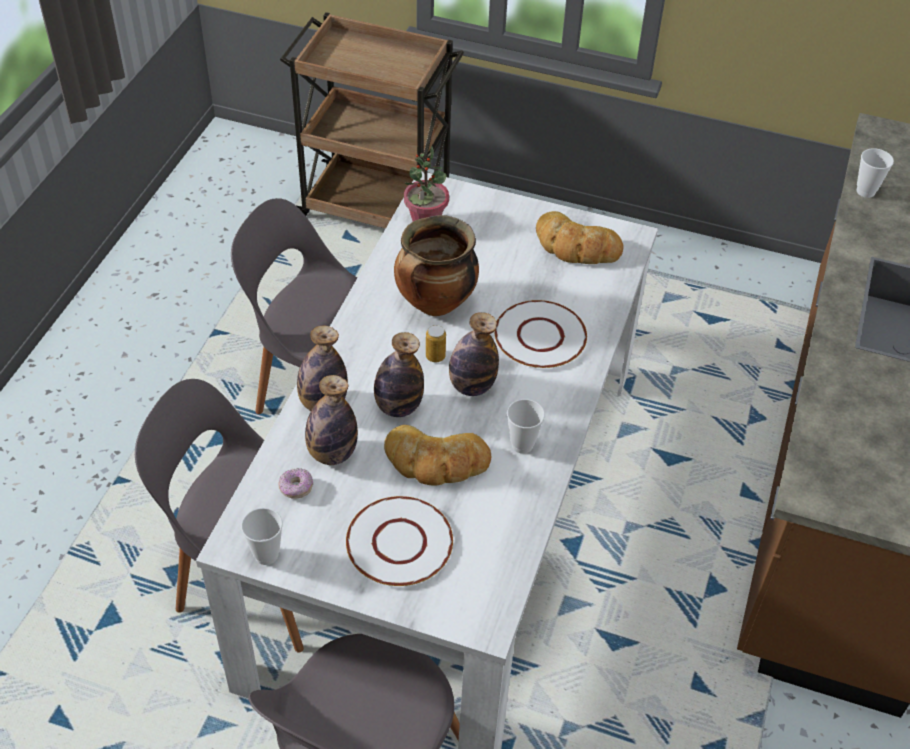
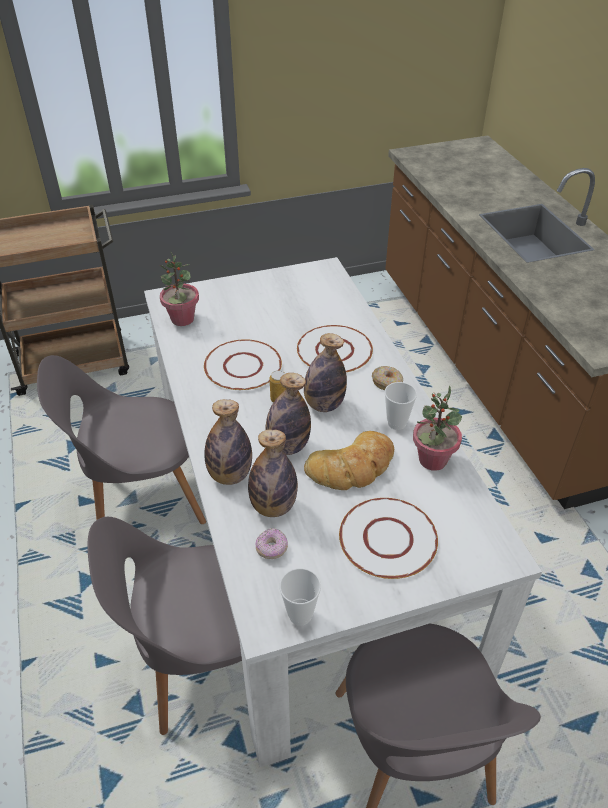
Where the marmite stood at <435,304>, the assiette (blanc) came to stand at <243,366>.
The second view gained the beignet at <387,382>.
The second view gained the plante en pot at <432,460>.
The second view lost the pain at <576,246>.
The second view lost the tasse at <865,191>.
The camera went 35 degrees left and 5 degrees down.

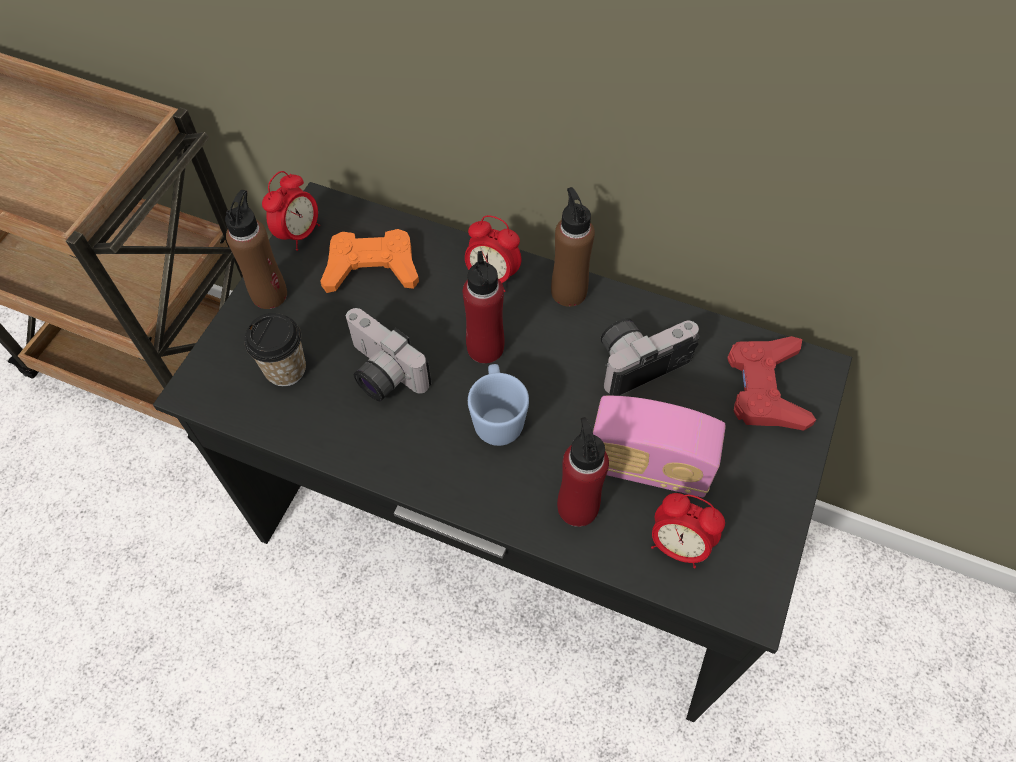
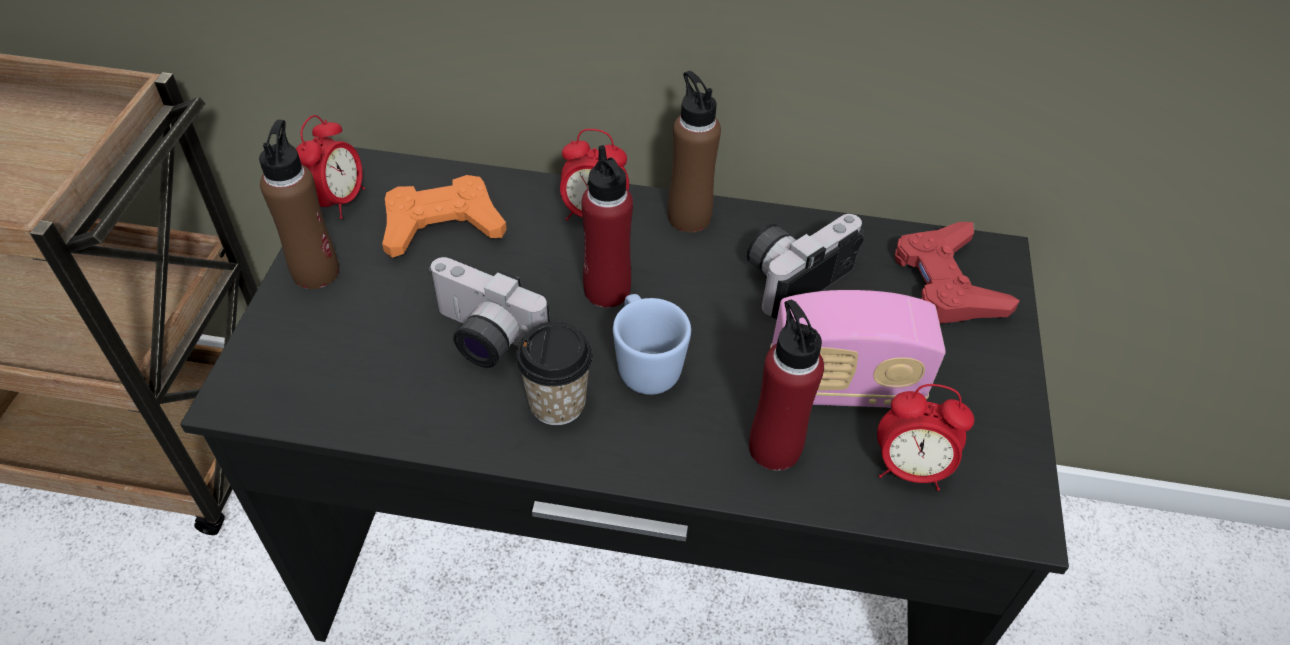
The tasse ended up elsewhere, having gone from <285,369> to <557,403>.
The camera went 15 degrees left and 10 degrees down.

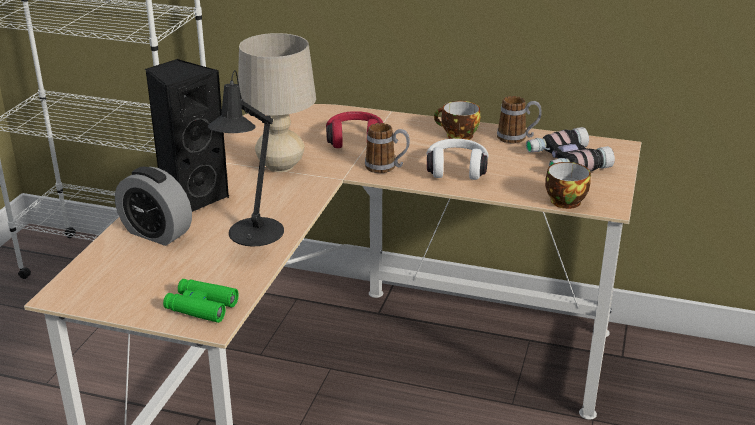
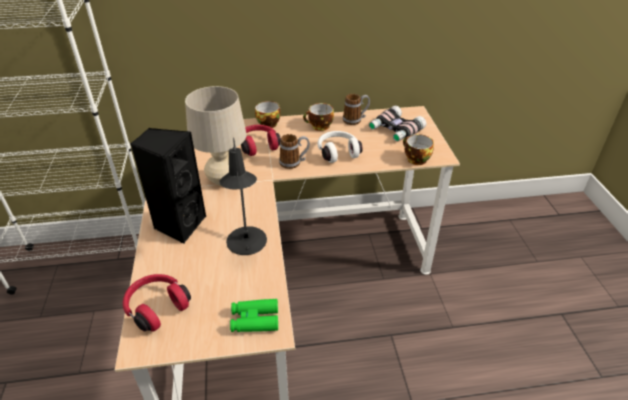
The second view gained the casque audio (rouge) at <156,307>.
The second view gained the tasse at <268,123>.
The second view lost the réveil at <156,233>.
The camera went 25 degrees left and 10 degrees up.

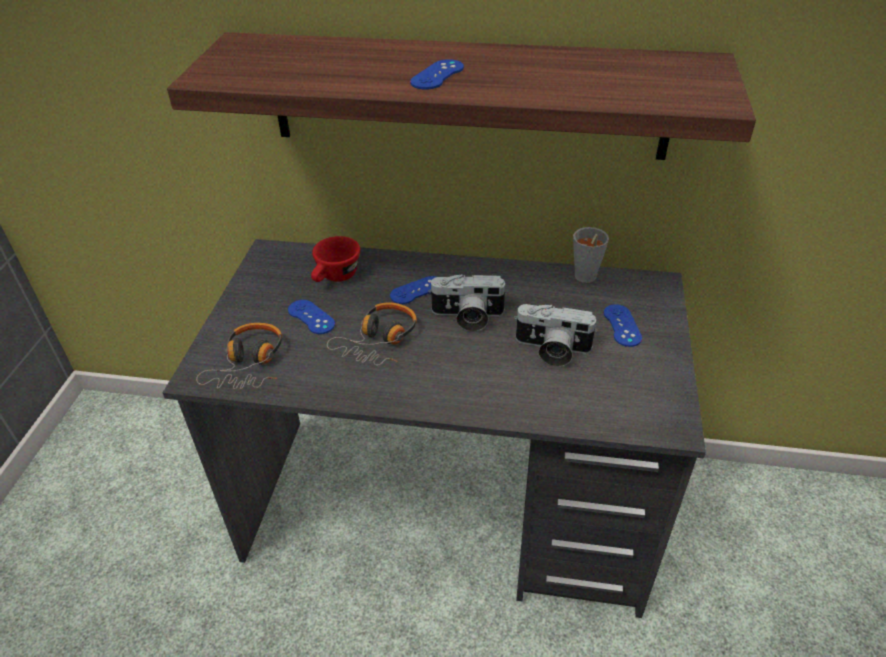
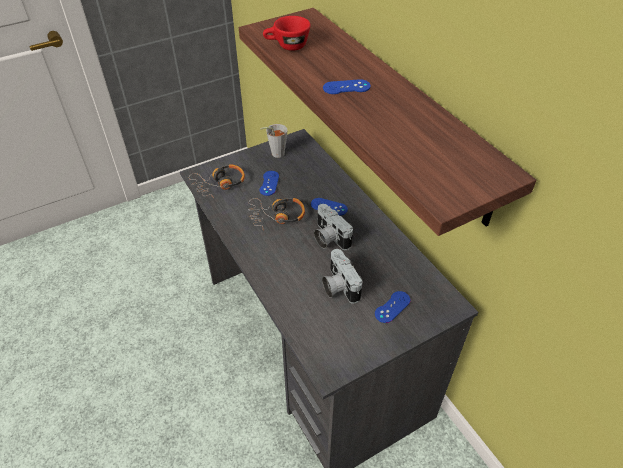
The tasse (gris) ended up elsewhere, having gone from <584,279> to <275,154>.
The tasse (rouge) ended up elsewhere, having gone from <335,277> to <287,46>.
The camera went 50 degrees right and 5 degrees up.

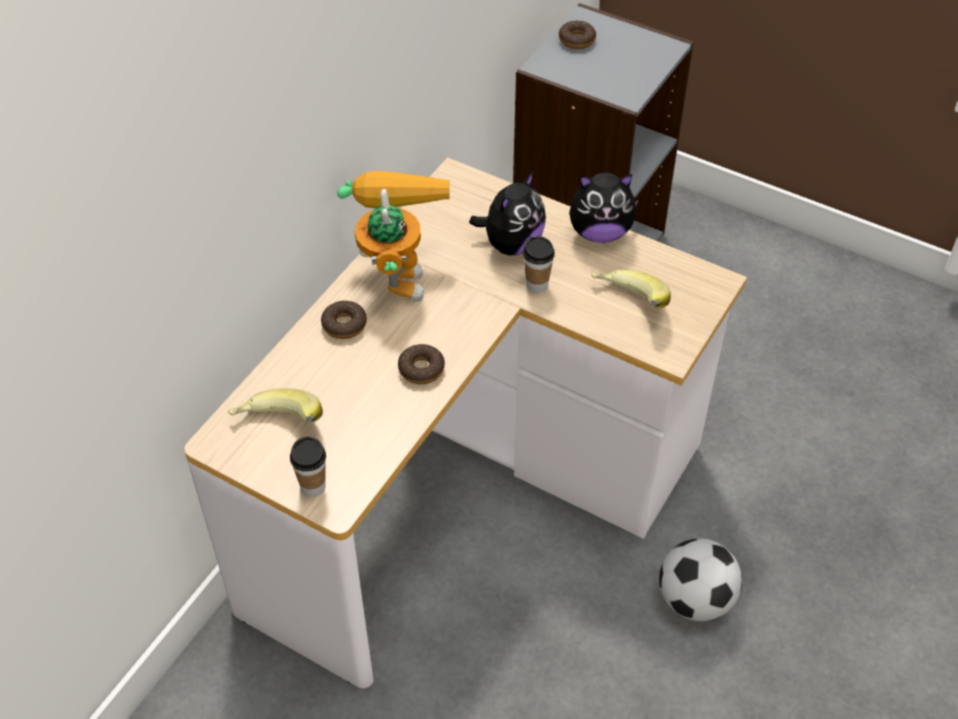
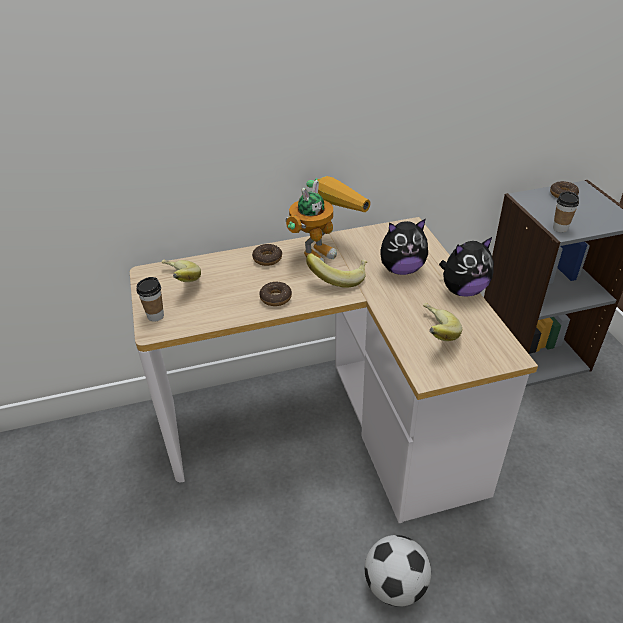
The second view gained the banane at <338,278>.
The peluche at <600,232> ended up facing another way, 60 degrees counterclockwise from before.
The tasse ended up elsewhere, having gone from <537,285> to <560,228>.
The camera went 45 degrees right and 10 degrees down.

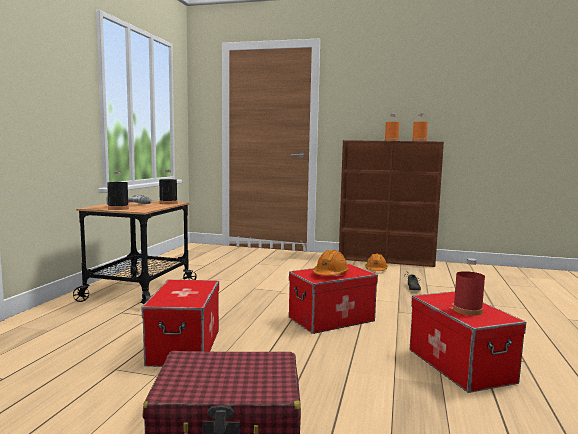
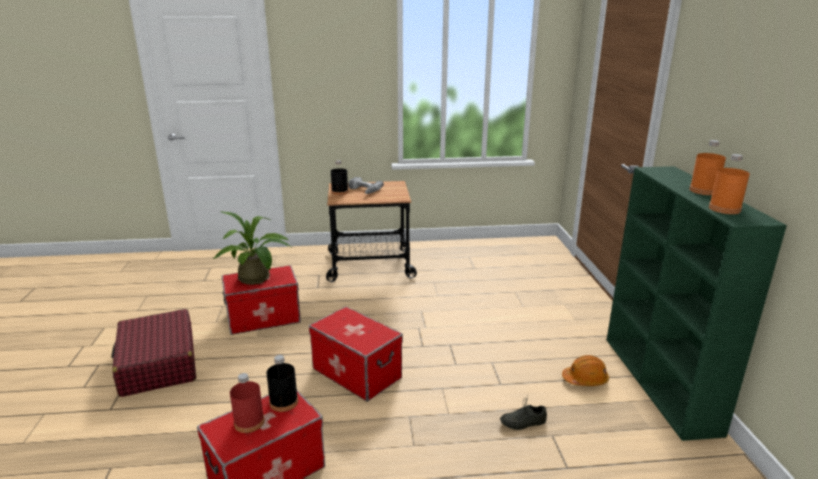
The second view gained the plante en pot at <257,279>.
The bouteille (noir) ended up elsewhere, having gone from <168,203> to <284,402>.
What was the bibliothèque (marron) at <387,260> turned into the bibliothèque (vert) at <660,383>.
The second view lost the casque de chantier (orange) at <330,274>.
The camera went 70 degrees right and 15 degrees up.

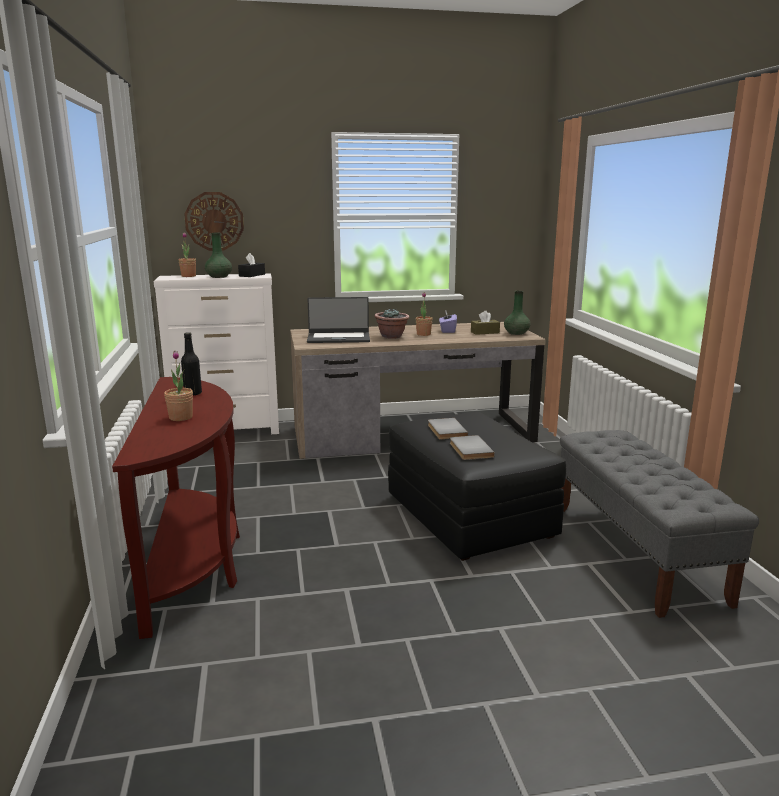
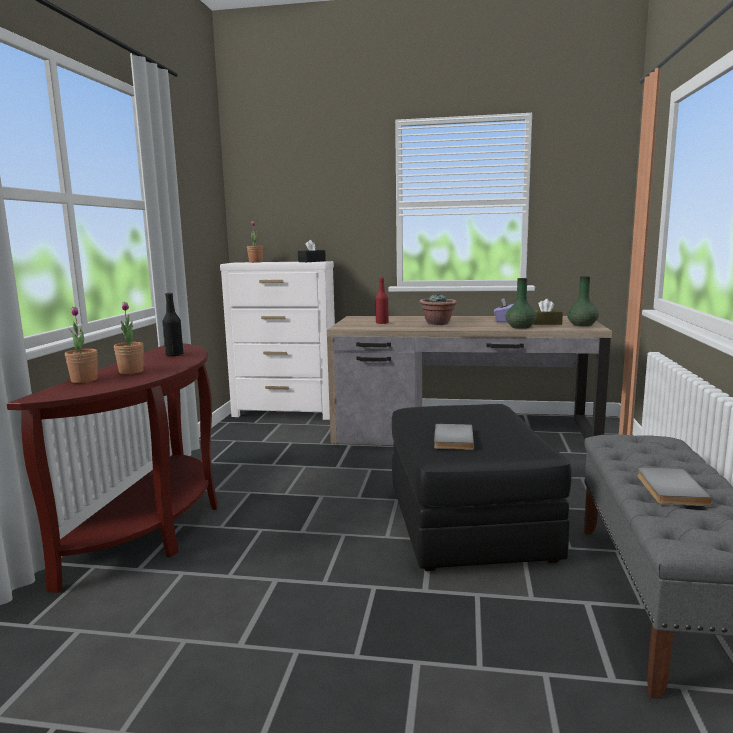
The plante en pot ended up elsewhere, having gone from <423,334> to <84,380>.
Where the ordinateur portable stood at <338,338>, the bouteille (rouge) came to stand at <382,323>.
The vase (vert) ended up elsewhere, having gone from <219,277> to <520,327>.
The livre (gris) ended up elsewhere, having gone from <445,430> to <668,489>.
The second view lost the horloge murale at <214,221>.
The camera went 20 degrees right and 5 degrees down.

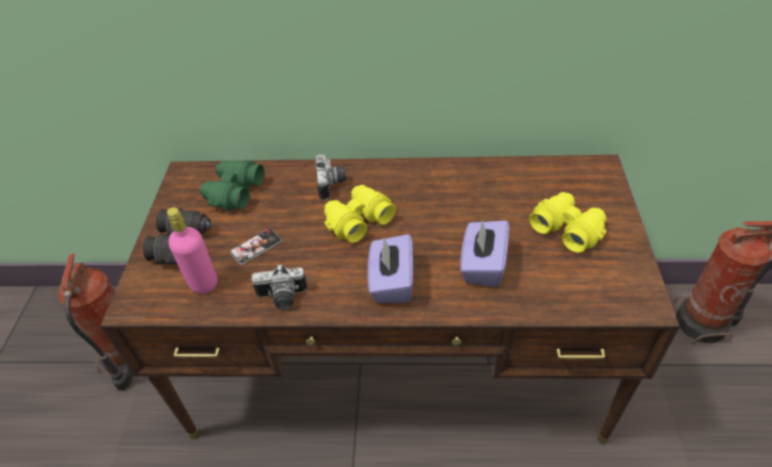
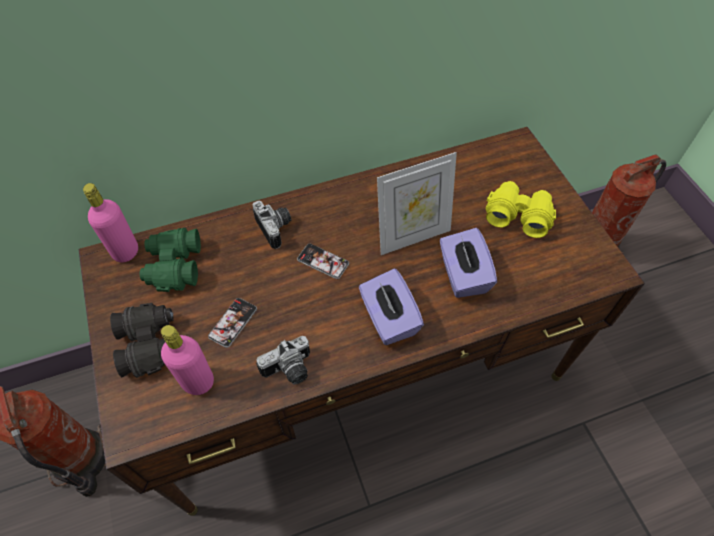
The second view gained the bouteille (rose) at <125,251>.
Where the jumelles (jaune) stood at <358,220>, the téléphone came to stand at <323,261>.
The second view gained the cadre photo at <412,236>.
The camera went 25 degrees left and 10 degrees up.

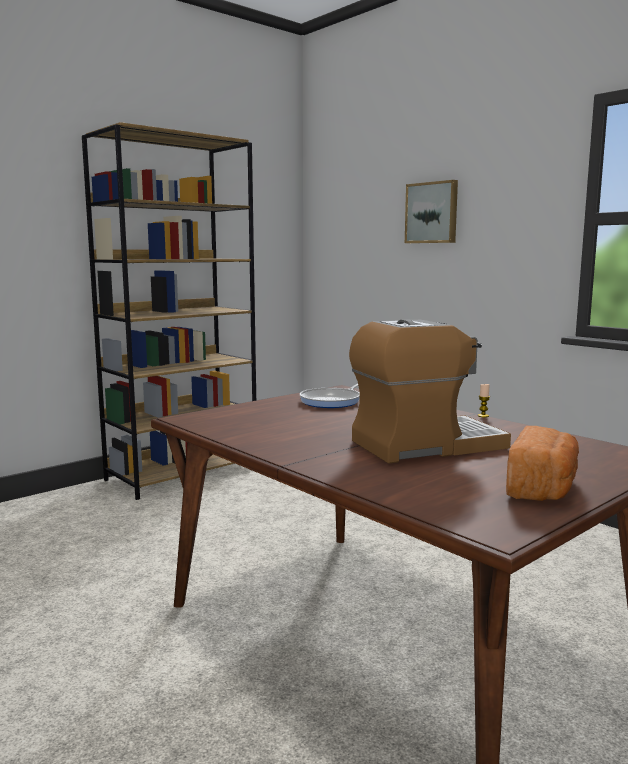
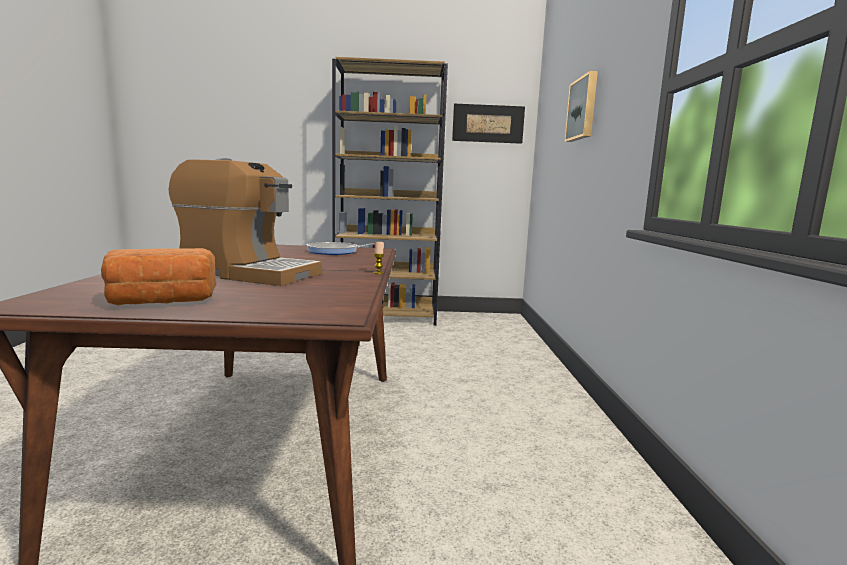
The second view gained the tableau at <488,123>.
The camera went 40 degrees right and 0 degrees up.

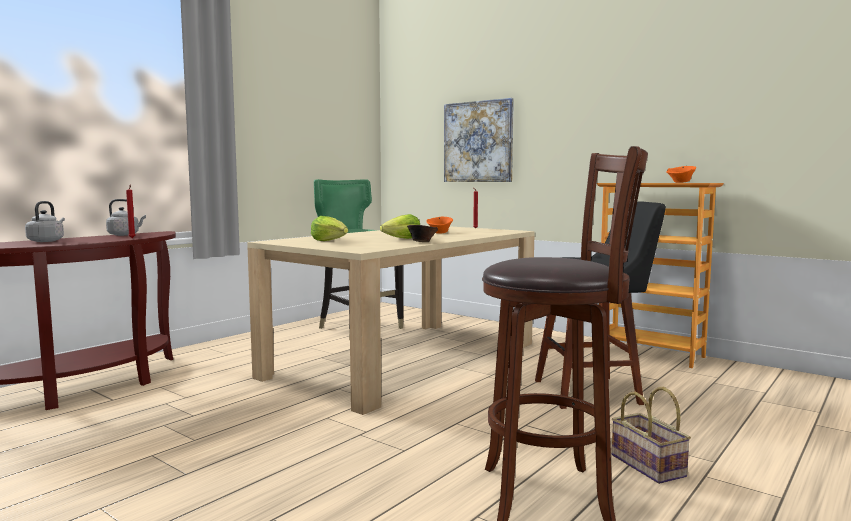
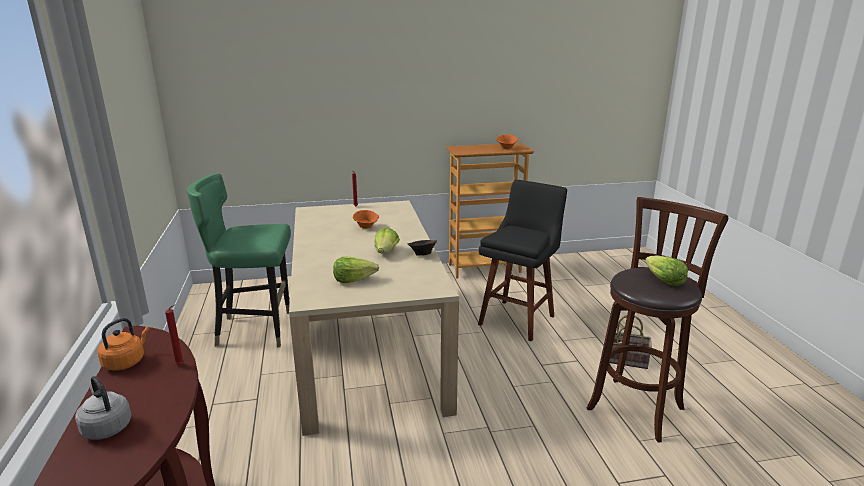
What was the bouilloire (gris) at <125,235> turned into the bouilloire (orange) at <126,362>.
The second view gained the laitue at <663,280>.
The second view lost the tableau at <478,142>.
The camera went 50 degrees left and 15 degrees up.

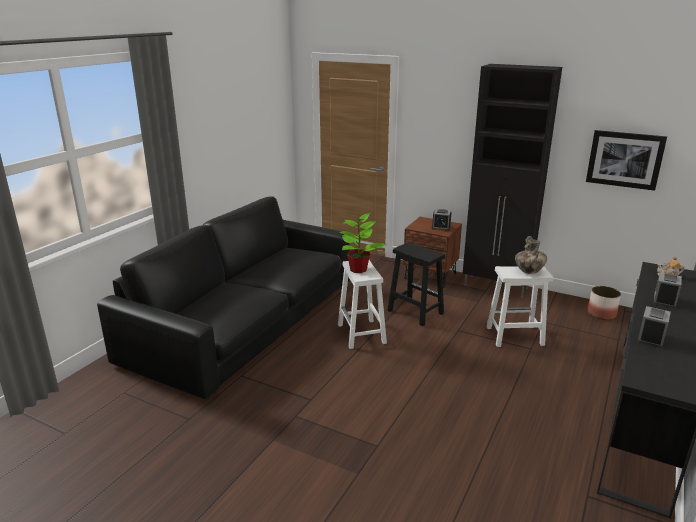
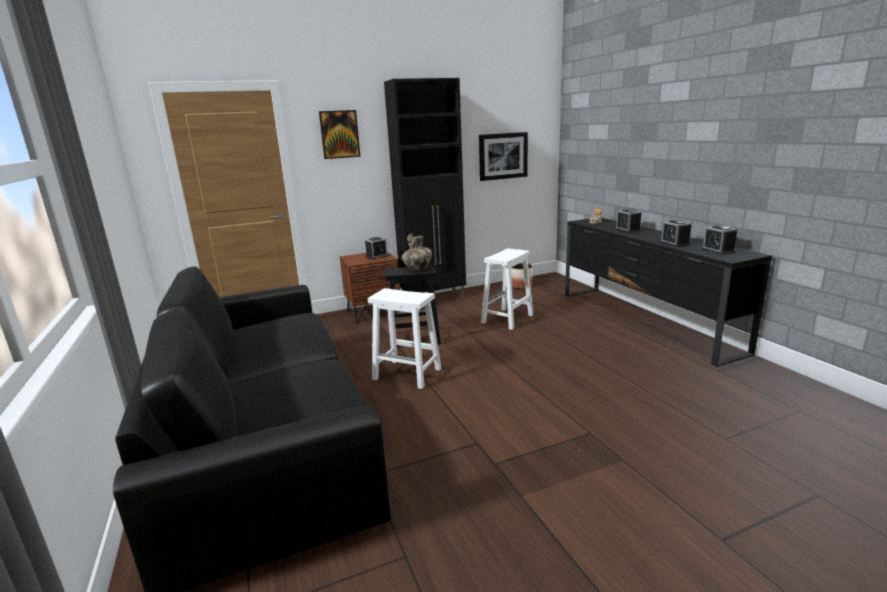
The second view gained the tableau at <339,134>.
The vase ended up elsewhere, having gone from <529,271> to <418,269>.
The second view gained the réveil at <718,250>.
The second view lost the plante en pot at <358,269>.
The camera went 50 degrees left and 5 degrees down.

